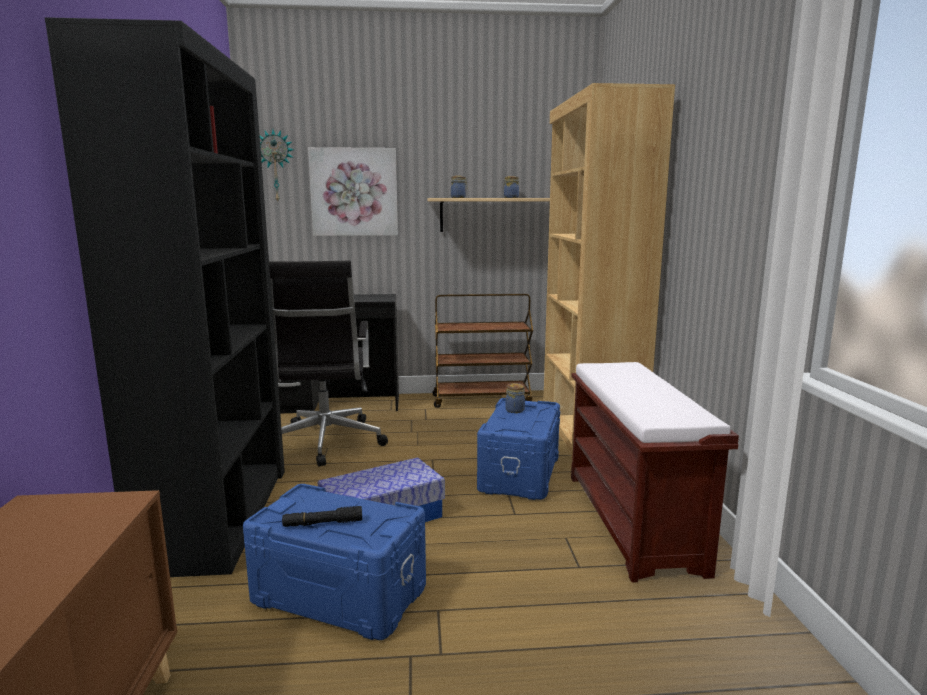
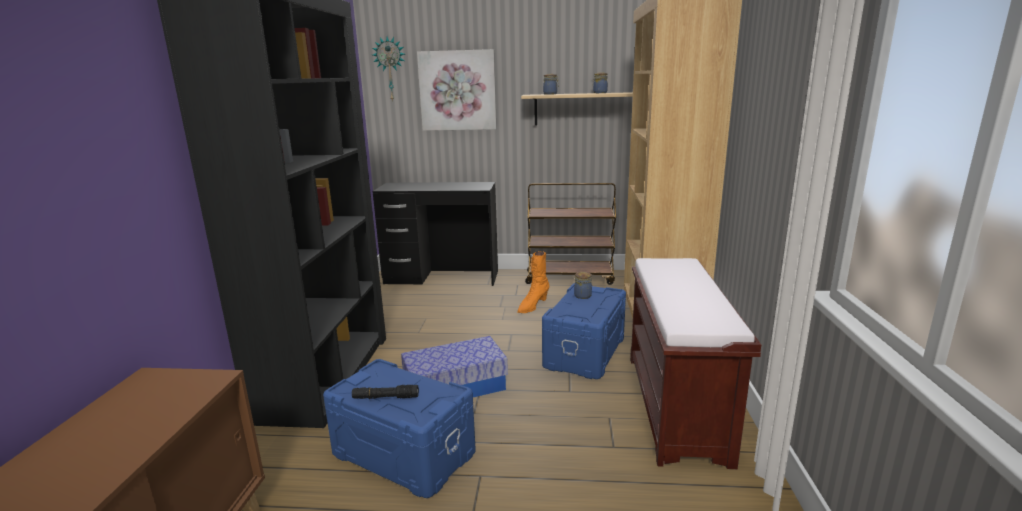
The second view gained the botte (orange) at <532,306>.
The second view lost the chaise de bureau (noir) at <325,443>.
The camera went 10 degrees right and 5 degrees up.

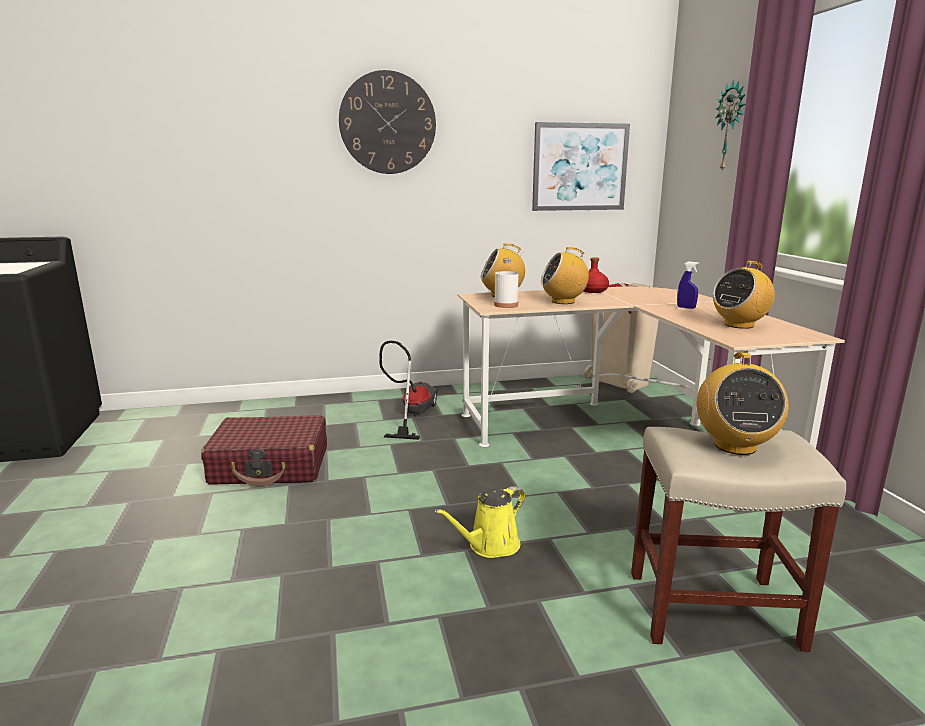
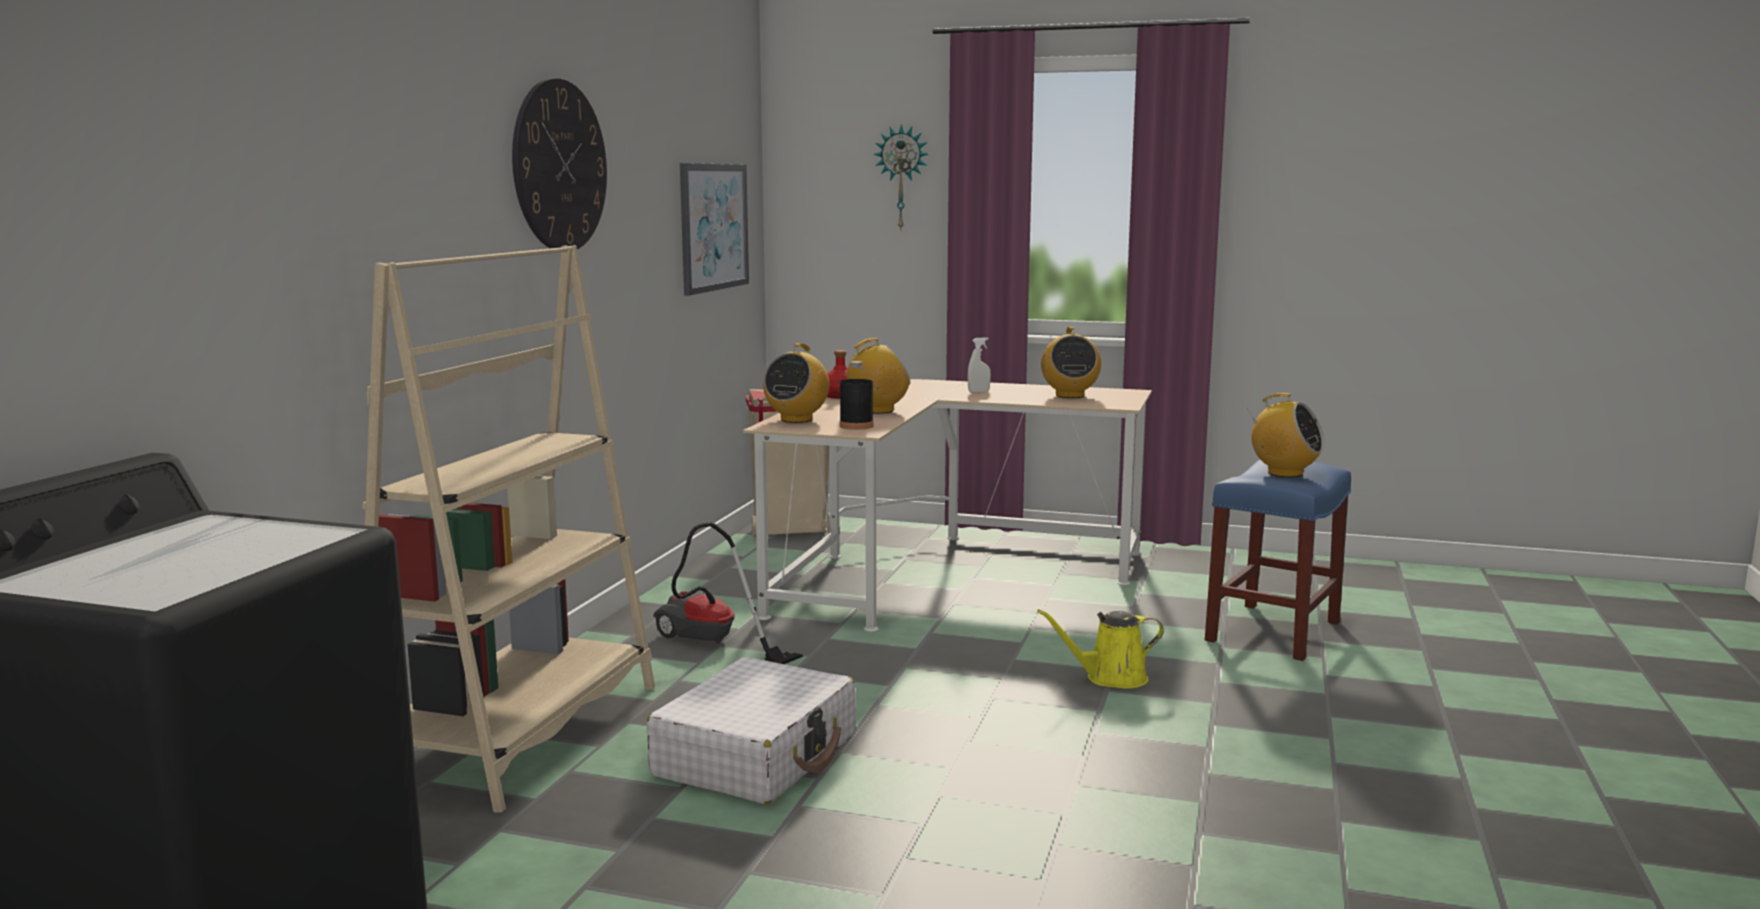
The second view gained the bibliothèque (beige) at <519,736>.
What was the valise (rouge) at <271,466> turned into the valise (blanc) at <757,755>.
What was the bouteille (blanc) at <506,305> turned into the bouteille (noir) at <856,426>.
The radio at <563,301> ended up facing another way, 135 degrees counterclockwise from before.
What was the vaporisateur (bleu) at <686,307> turned into the vaporisateur (blanc) at <978,392>.
The arrosoir (jaune) at <490,546> ended up facing another way, 90 degrees clockwise from before.
What was the tabouret (beige) at <715,609> turned into the tabouret (bleu) at <1273,630>.
The camera went 60 degrees left and 5 degrees down.

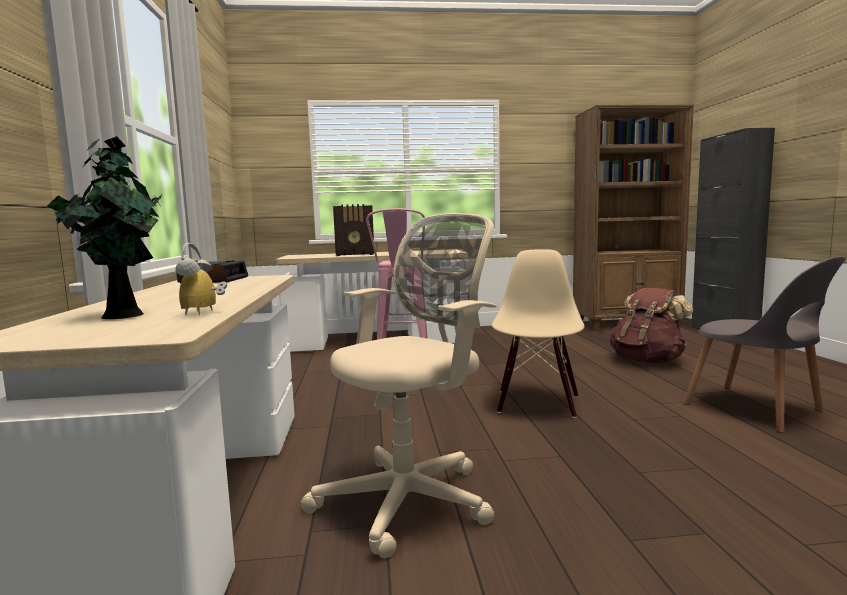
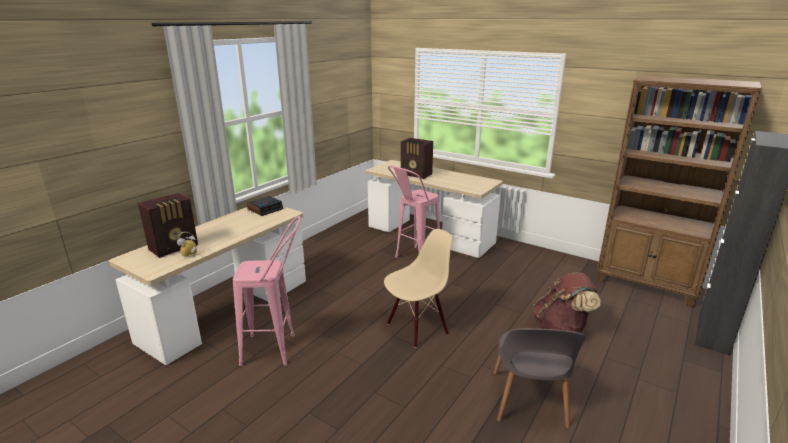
Where the plante en pot stood at <122,315>, the radio came to stand at <175,247>.
Where the chaise de bureau (beige) stood at <411,499>, the tabouret (rose) came to stand at <278,349>.
The camera went 40 degrees right and 15 degrees up.

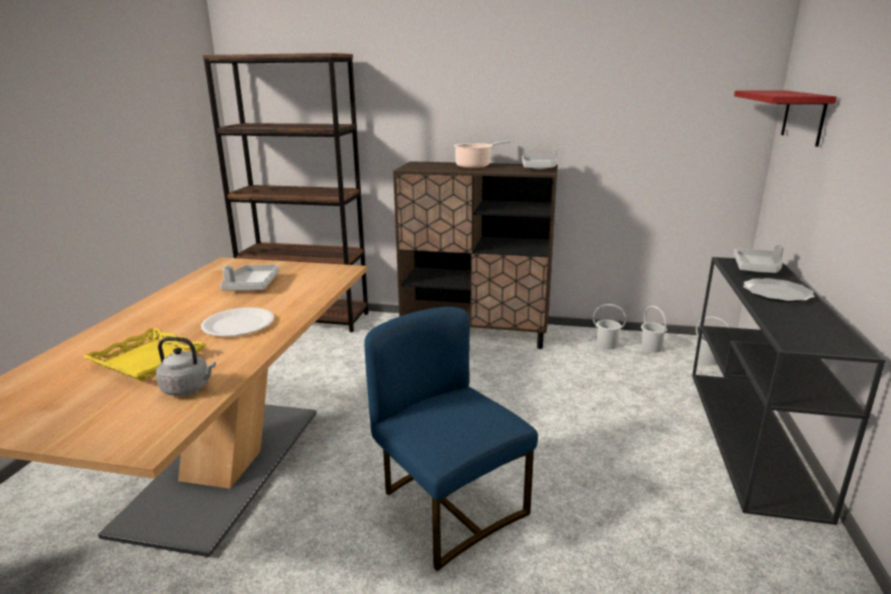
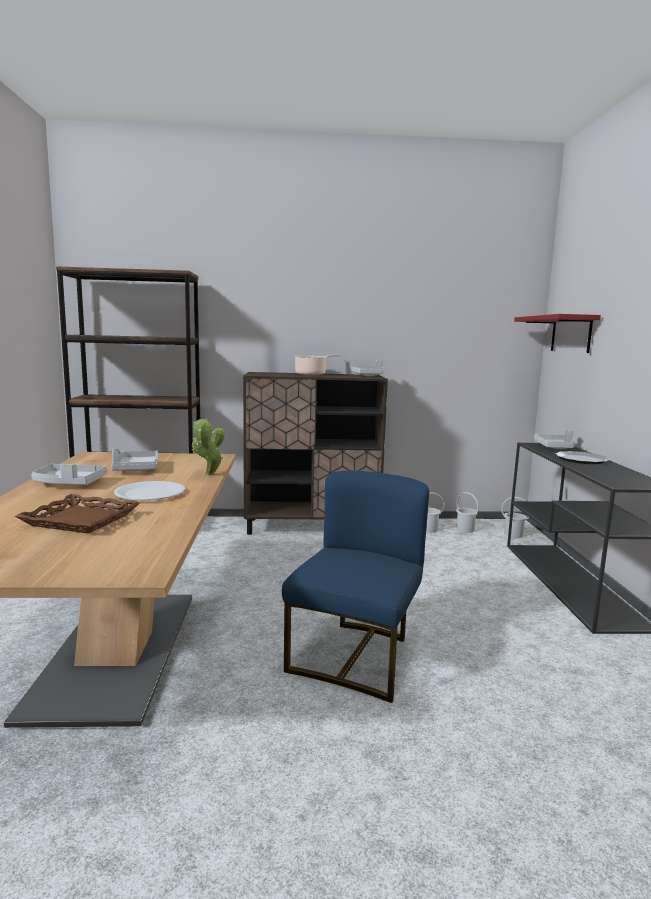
What was the plateau (jaune) at <147,360> turned into the plateau (marron) at <80,520>.
The second view gained the plateau (gris) at <69,483>.
The second view gained the plante en pot at <208,475>.
The chaise (bleu) at <448,506> ended up facing another way, 75 degrees clockwise from before.
The second view lost the bouilloire (gris) at <188,388>.
The camera went 15 degrees left and 10 degrees down.

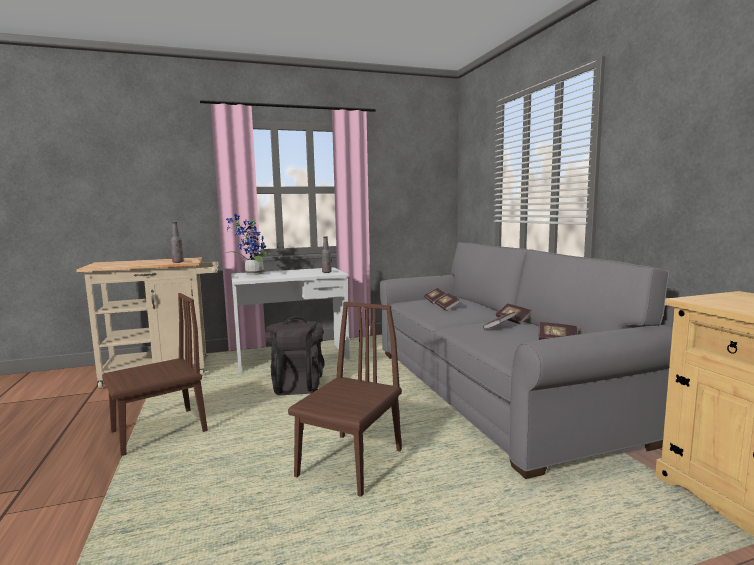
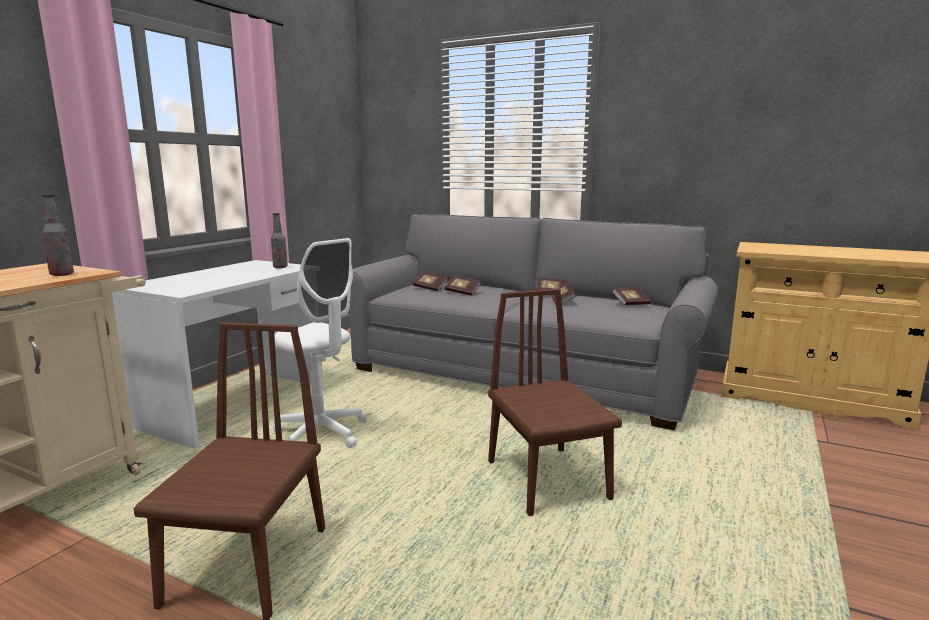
Where the sac à dos (noir) stood at <297,385>, the chaise de bureau (blanc) came to stand at <321,433>.
The second view lost the plante en pot at <252,274>.
The camera went 45 degrees left and 5 degrees up.

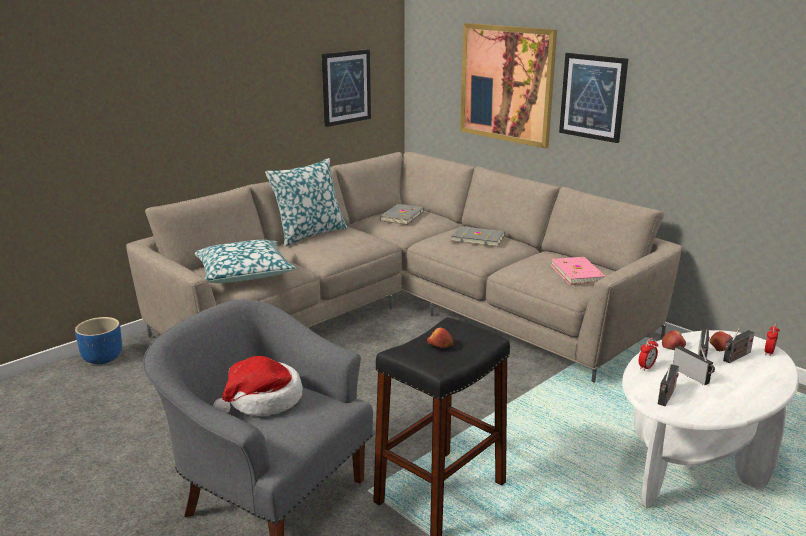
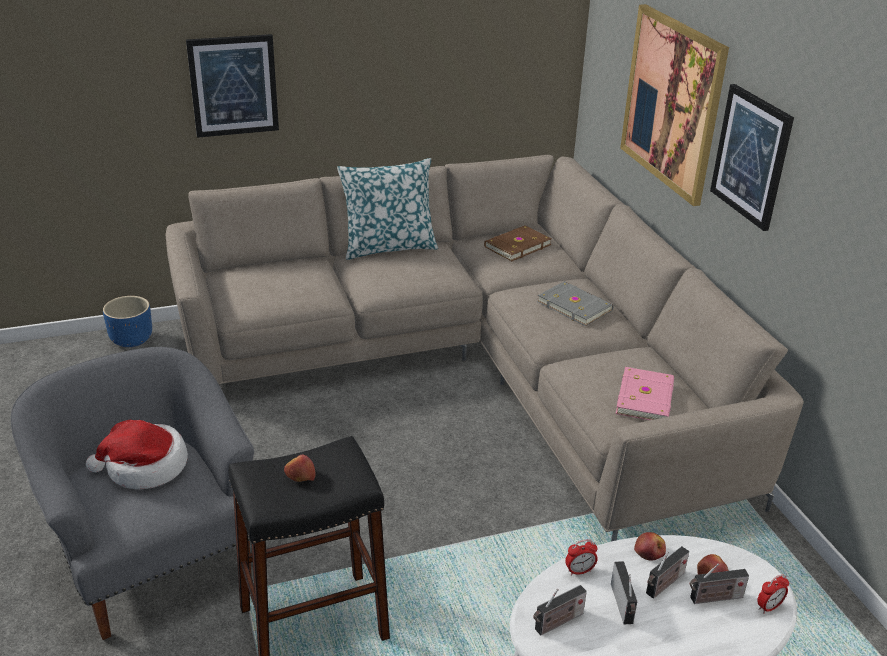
The tableau ended up elsewhere, having gone from <346,87> to <233,85>.
What was the livre (gris) at <401,216> turned into the livre (marron) at <516,245>.
The second view lost the coussin at <244,273>.
The camera went 25 degrees right and 10 degrees up.

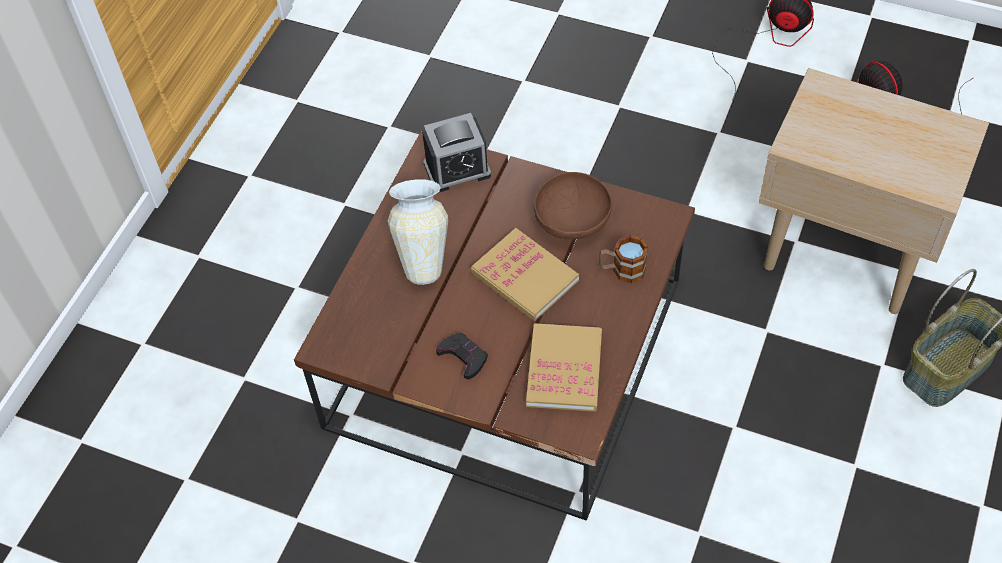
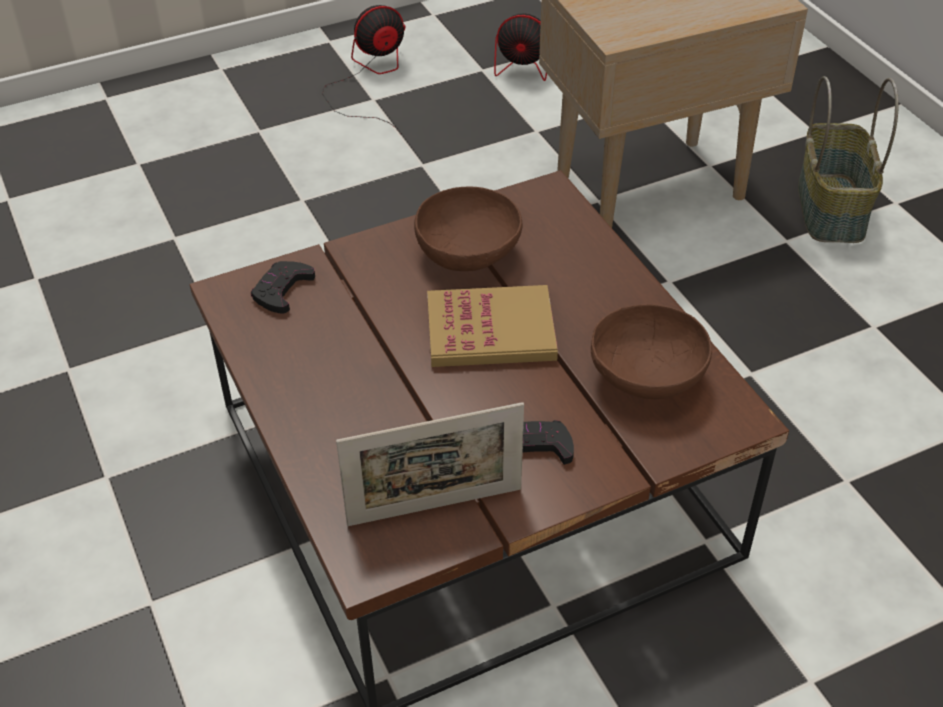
Where the réveil stood at <457,169>, the manette (noir) came to stand at <282,290>.
The second view gained the cadre photo at <435,506>.
Where the livre stood at <564,369>, the bol (marron) came to stand at <646,379>.
The second view lost the vase at <424,258>.
The second view lost the mug at <622,269>.
The camera went 50 degrees left and 10 degrees down.

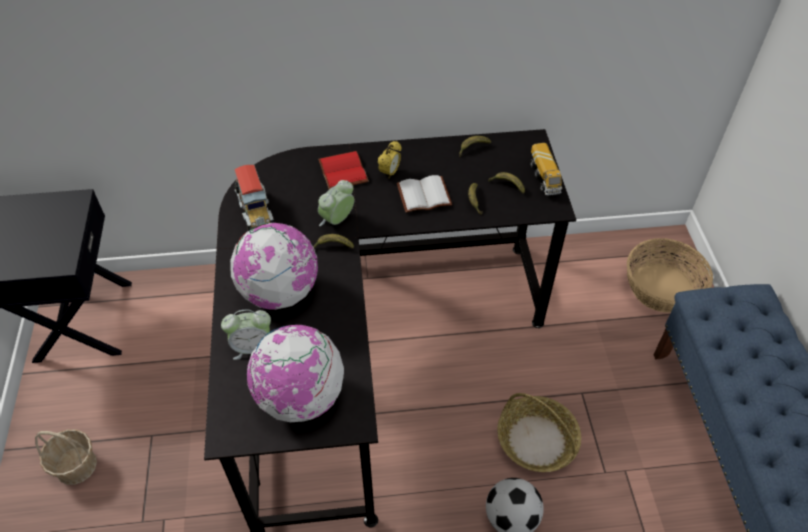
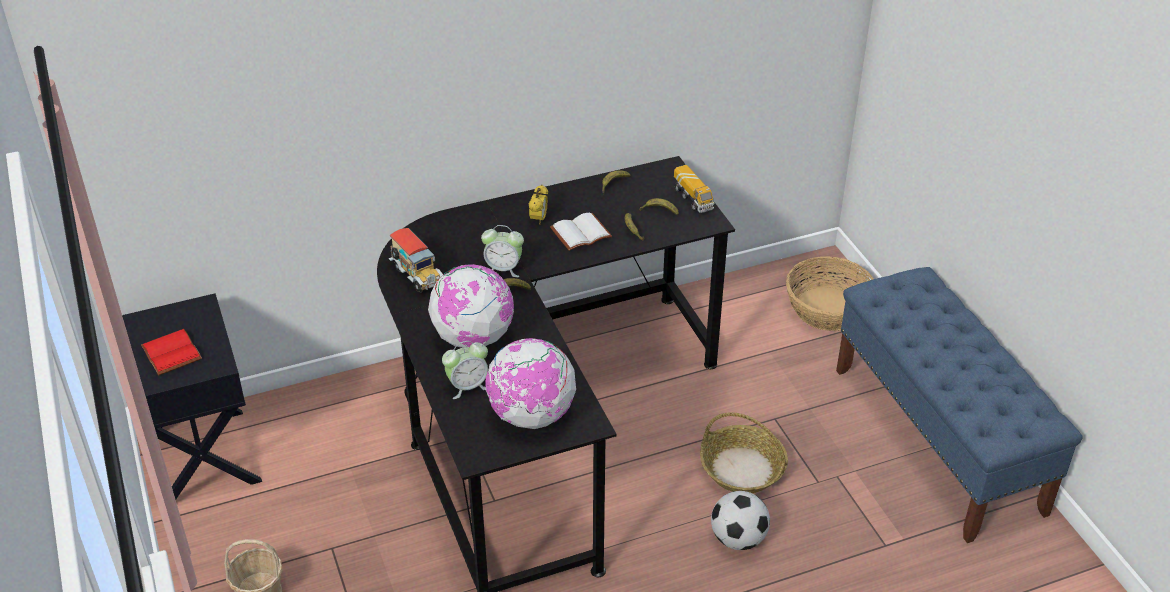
The livre (rouge) ended up elsewhere, having gone from <341,171> to <169,353>.
The réveil at <337,220> ended up facing another way, 105 degrees counterclockwise from before.
The camera went 15 degrees left and 10 degrees down.

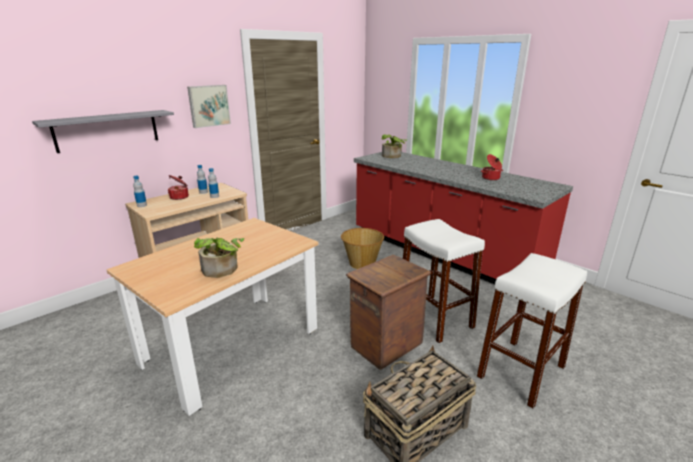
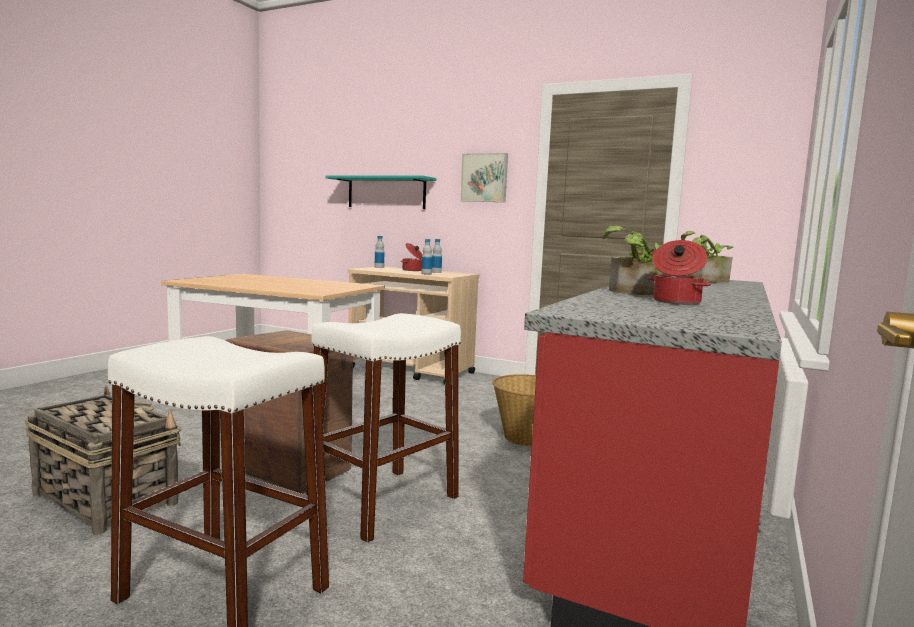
What was the étagère (gris) at <107,130> turned into the étagère (turquoise) at <386,193>.
The plante en pot ended up elsewhere, having gone from <222,271> to <634,292>.
The camera went 70 degrees right and 15 degrees down.

